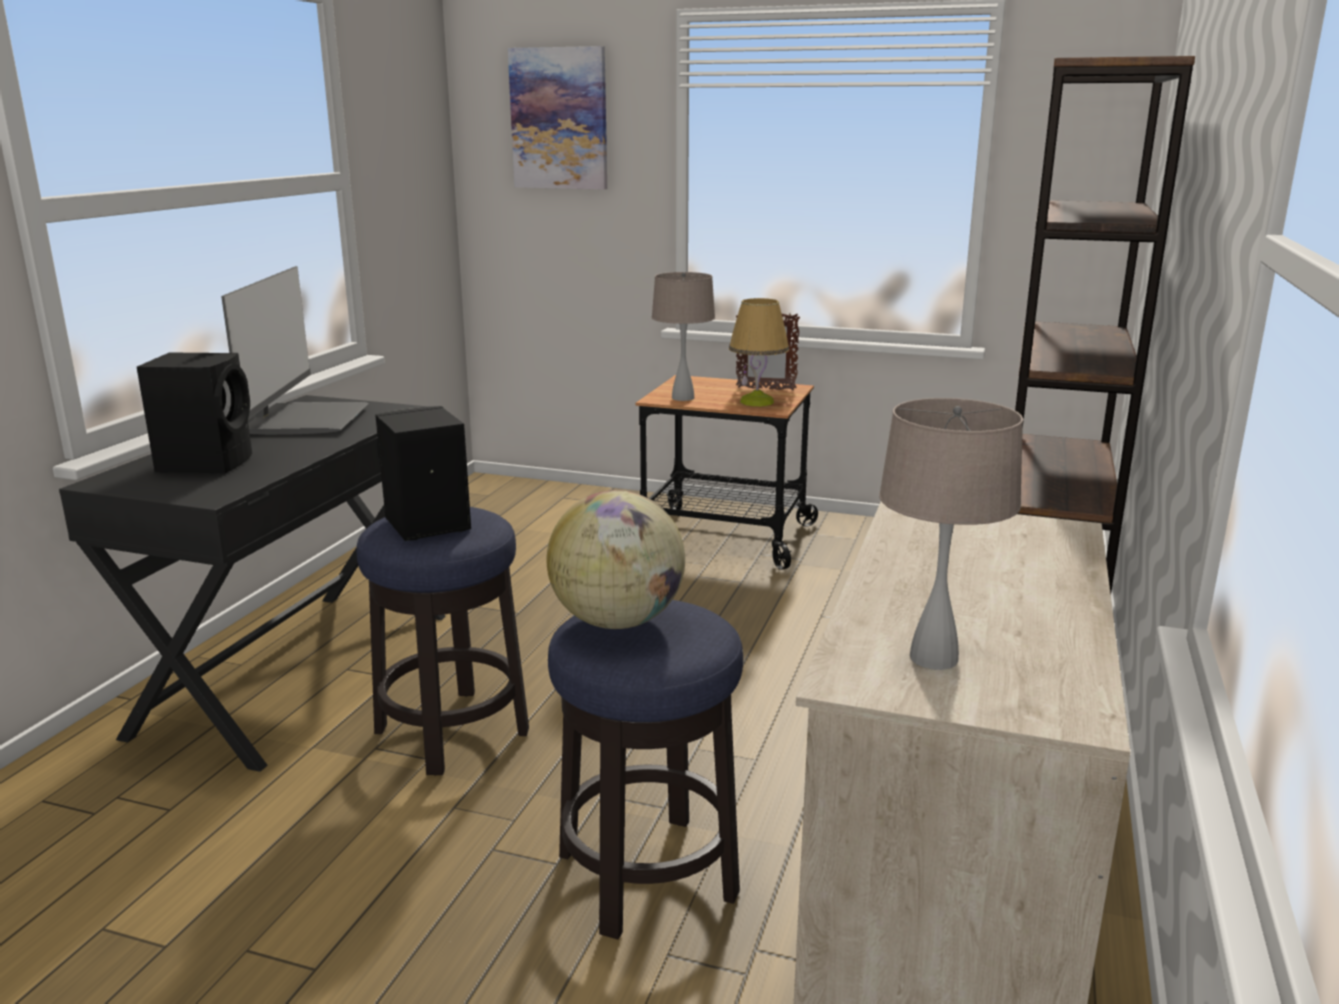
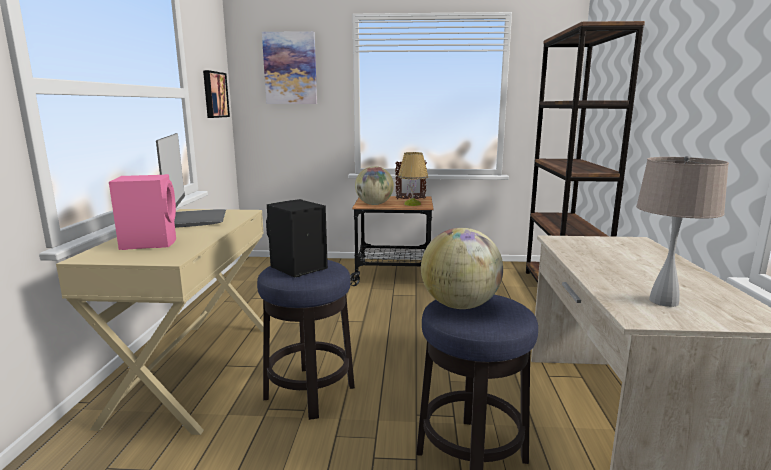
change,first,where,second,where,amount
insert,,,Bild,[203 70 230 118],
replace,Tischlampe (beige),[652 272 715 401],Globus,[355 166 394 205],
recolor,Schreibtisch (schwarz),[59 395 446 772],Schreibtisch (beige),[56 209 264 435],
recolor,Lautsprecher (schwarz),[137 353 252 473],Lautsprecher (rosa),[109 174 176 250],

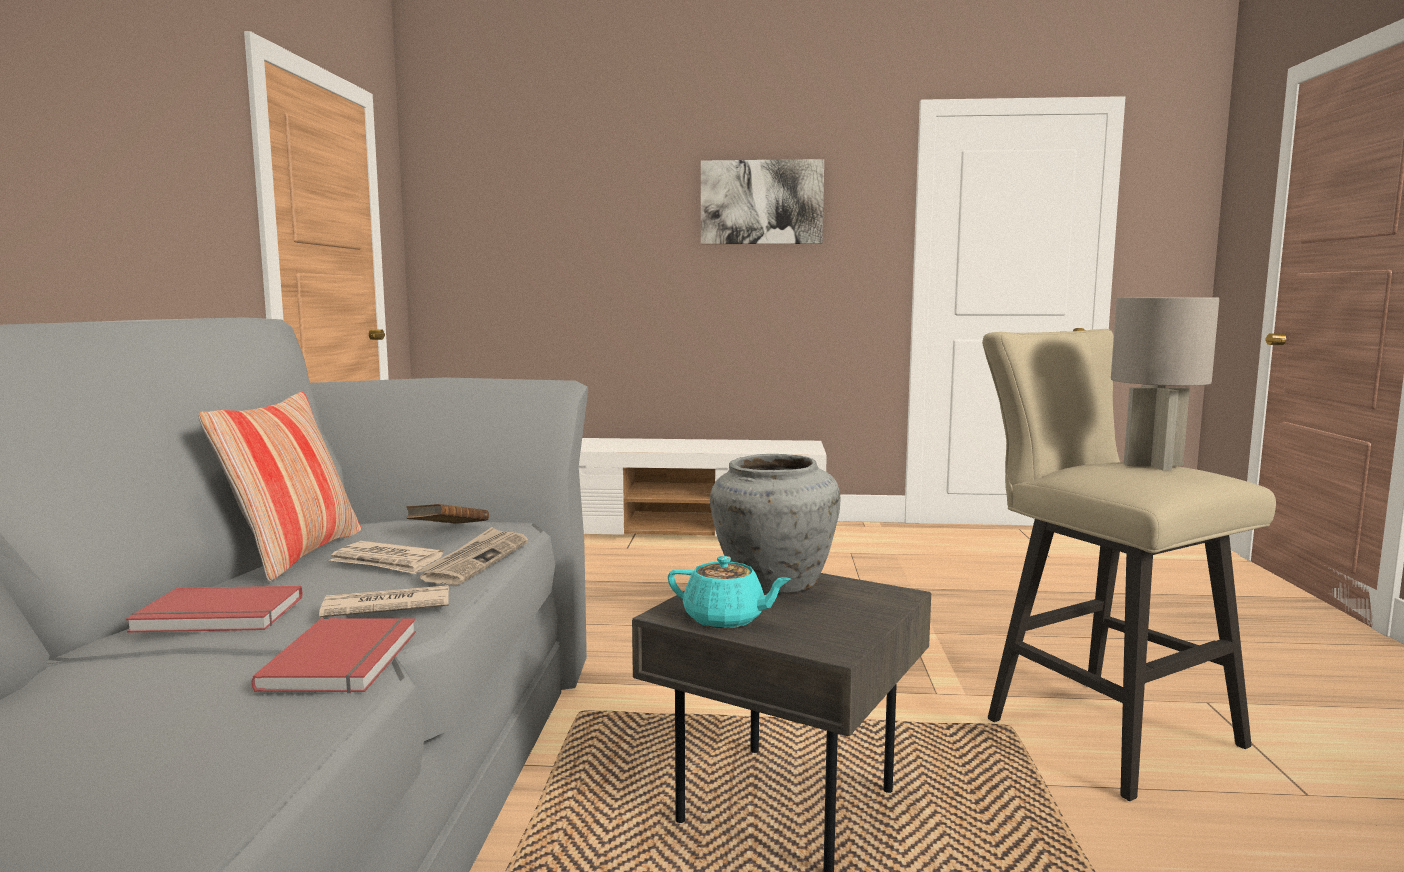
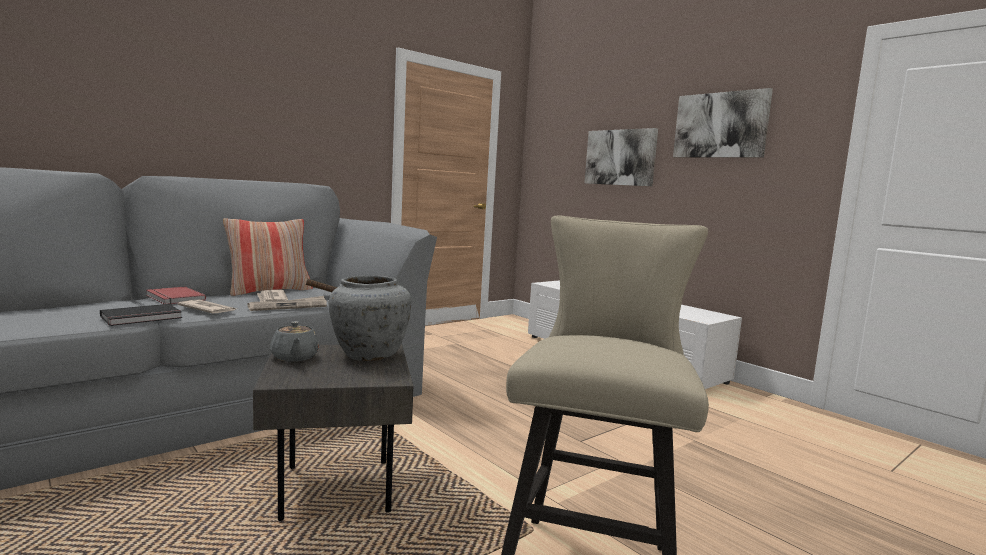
change,first,where,second,where,amount
delete,Tischlampe (grau),[1111 297 1219 471],,,
insert,,,Bild,[584 128 658 186],
recolor,Buch (rot),[251 617 416 693],Buch (schwarz),[100 304 182 326],
recolor,Teekanne (türkis),[668 556 791 628],Teekanne (grau),[270 321 319 361],

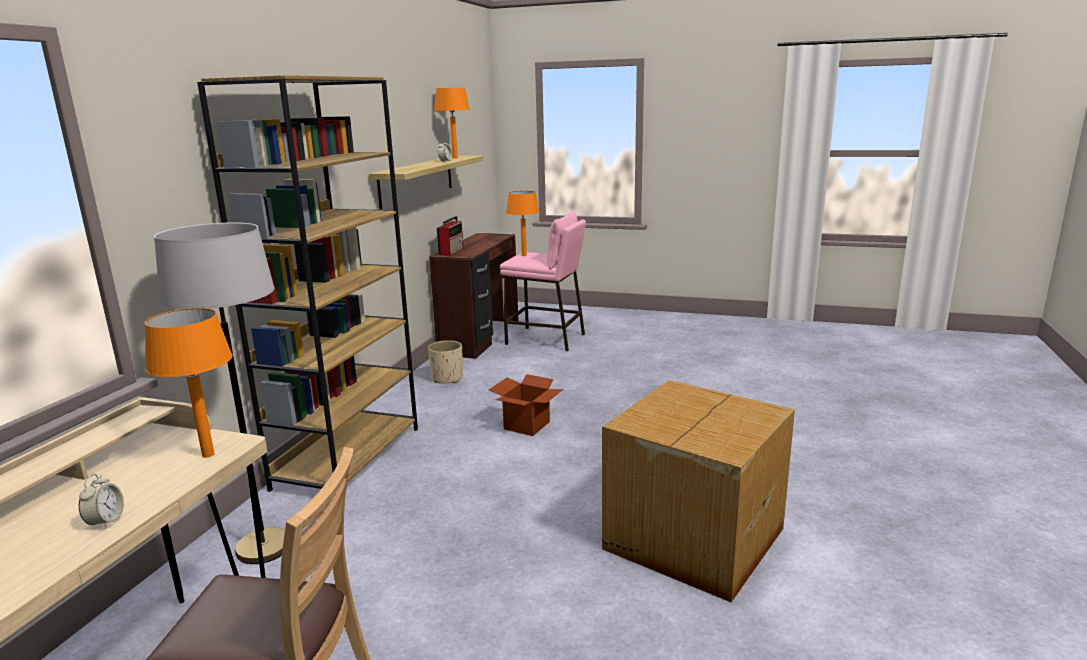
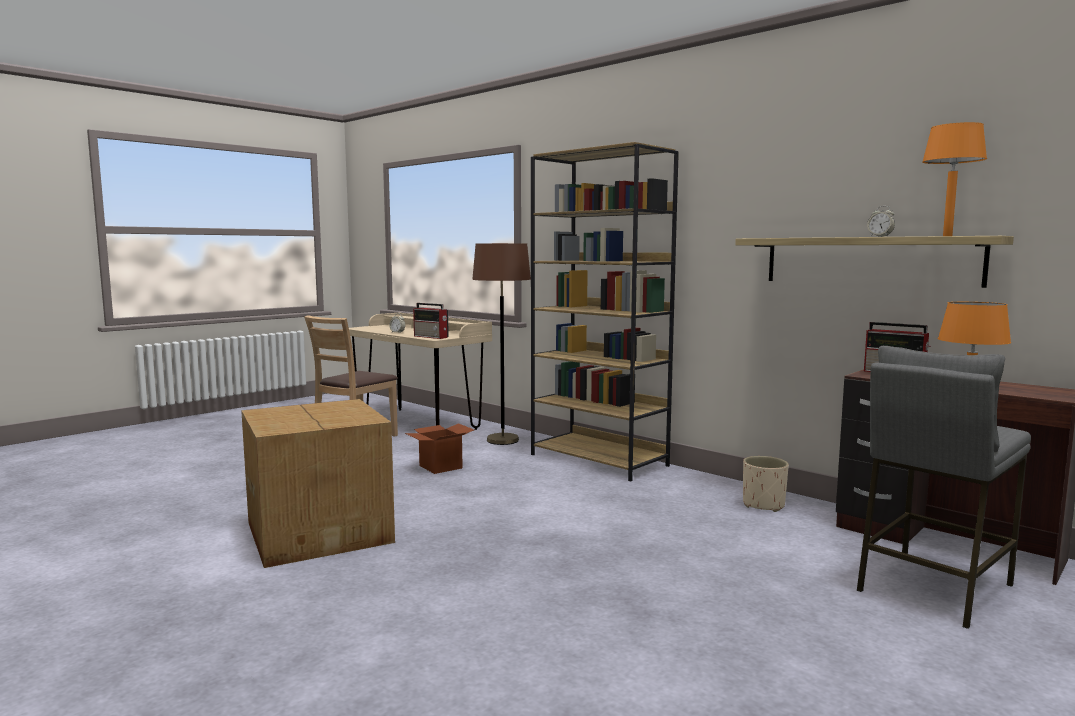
change,first,where,second,where,amount
move,Karton,[489 374 563 436],,[405 423 474 474],
replace,Tischlampe (orange),[144 308 233 458],Radio,[413 303 449 339],
recolor,Stehlampe (grau),[154 222 285 564],Stehlampe (braun),[472 243 531 445],
recolor,Hocker (rosa),[500 210 586 351],Hocker (grau),[857 346 1031 629],

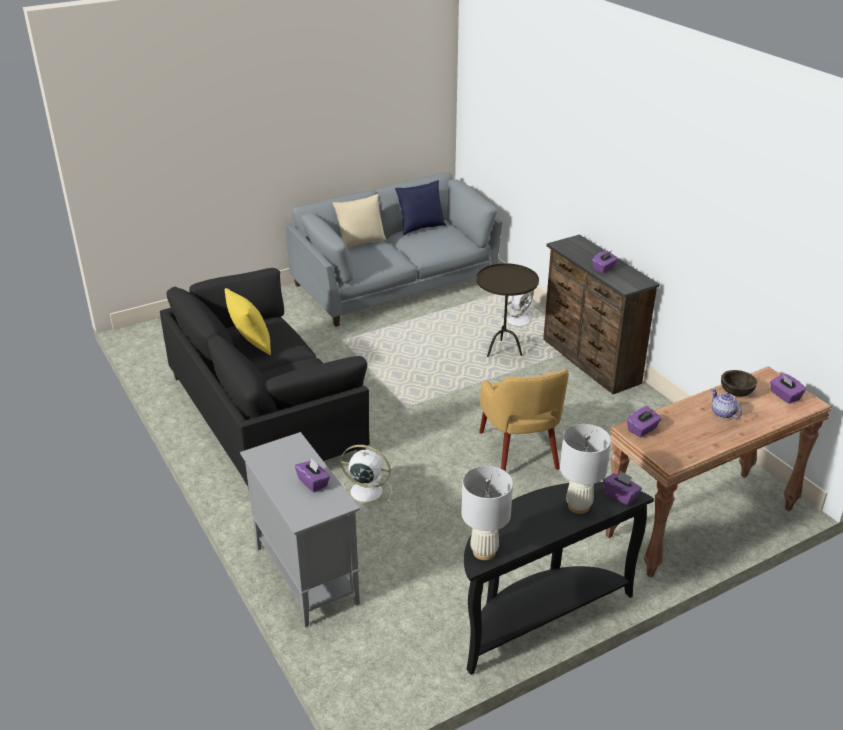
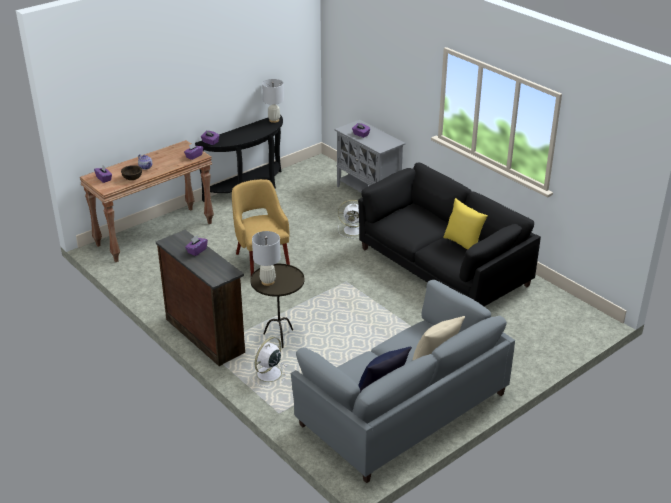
change,first,where,second,where,amount
move,Tischlampe (weiß),[560 424 611 514],,[252 231 281 286],

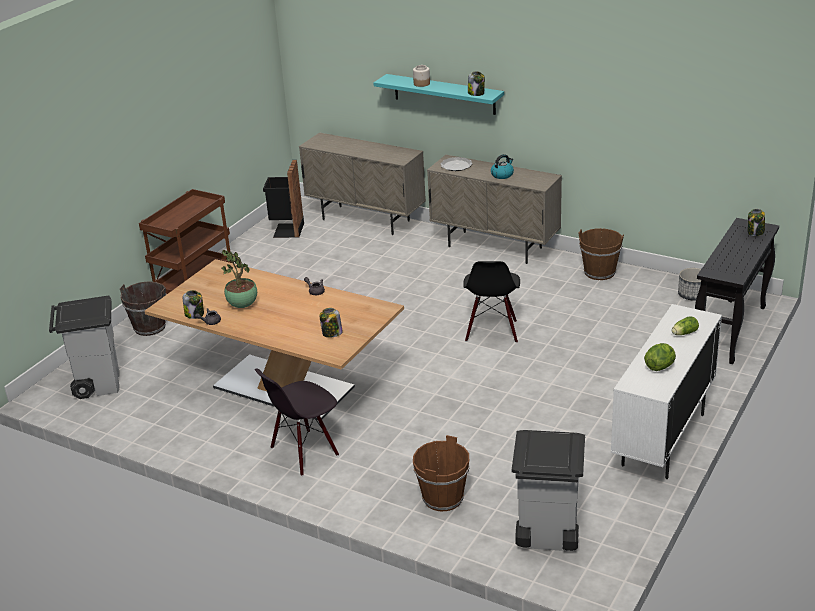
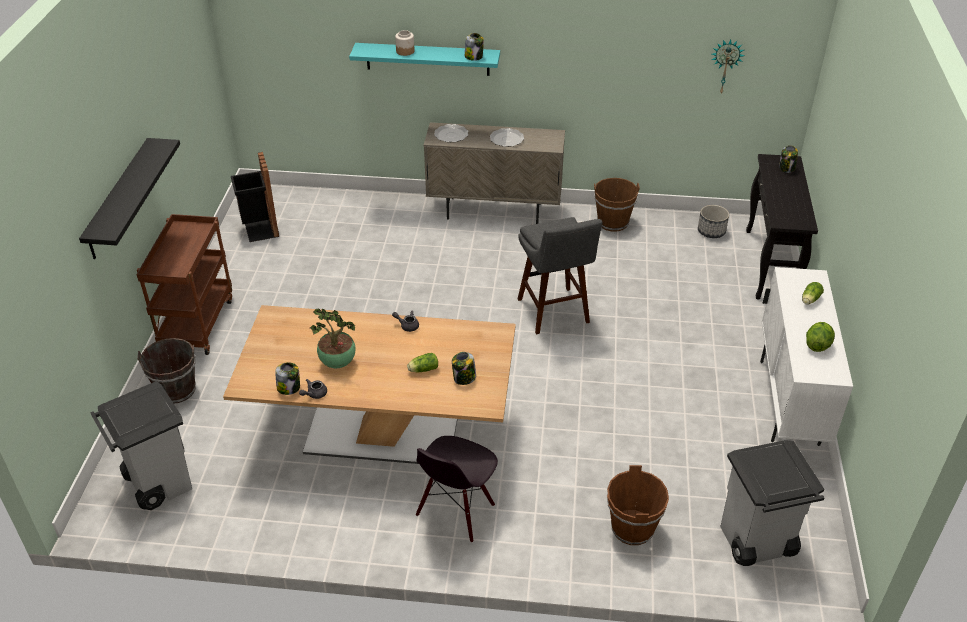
change,first,where,second,where,amount
delete,Schrank (beige),[299 132 426 235],,,
insert,,,Wandregal (schwarz),[79 138 180 259],
insert,,,Salatkopf,[407 353 438 372],
insert,,,Wanduhr,[712 39 745 93],
replace,Stuhl (schwarz),[463 261 520 343],Hocker (grau),[518 217 602 335],
replace,Wasserkessel,[491 154 514 179],Teller,[490 128 524 147],

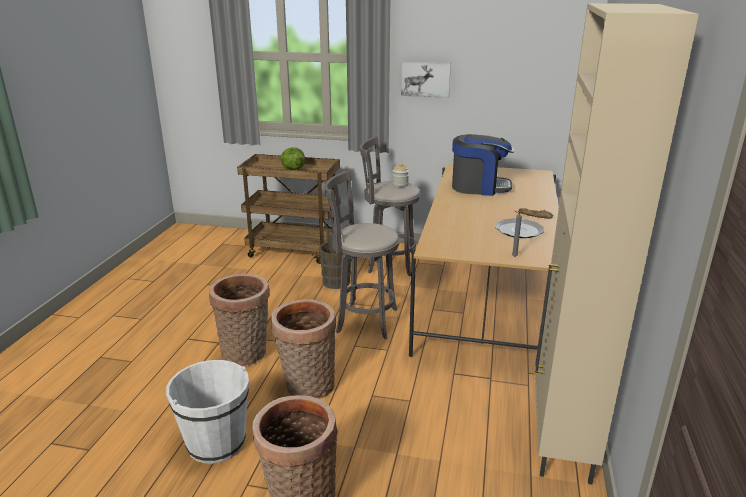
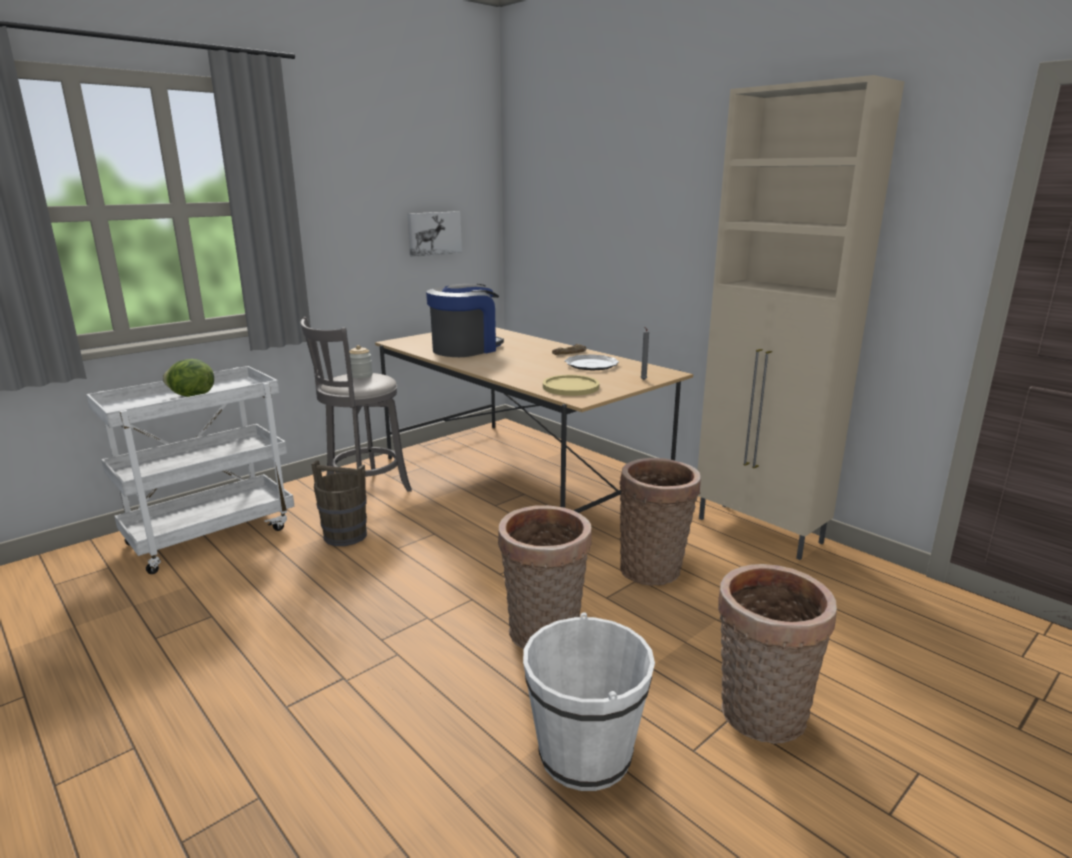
change,first,where,second,where,amount
delete,Hocker (grau),[324 170 399 339],,,
insert,,,Teller (gelb),[543 375 599 396],
move,Korb,[209 274 270 366],,[619 458 701 586],
move,Bild,[401 62 451 98],,[407 211 462 257],
recolor,Rollwagen (braun),[237 154 341 264],Rollwagen (weiß),[86 366 295 574],

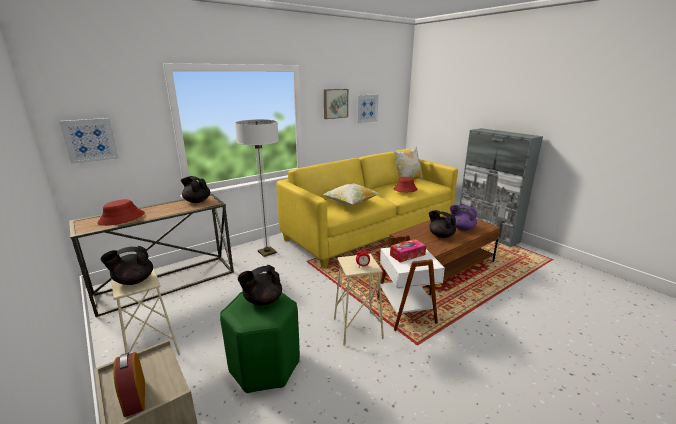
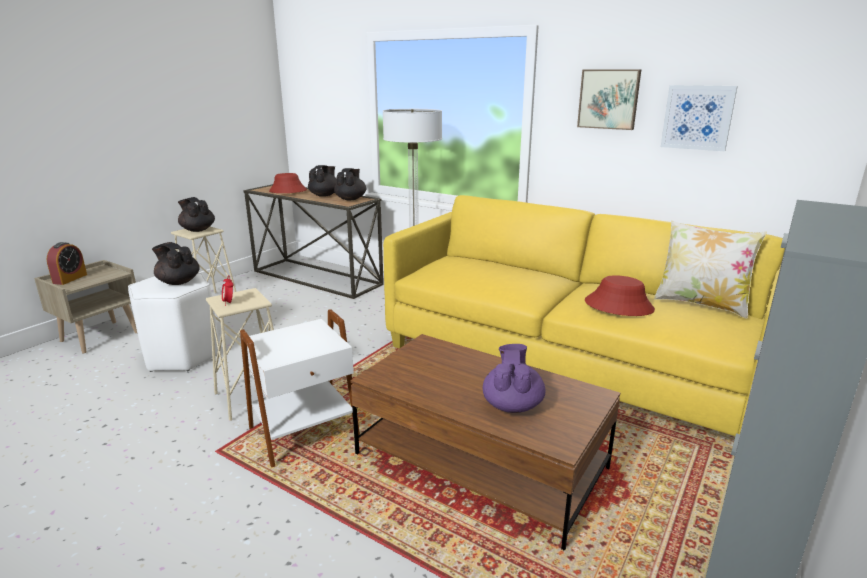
change,first,where,second,where,amount
delete,Bild,[59 118 119 164],,,
delete,Kissen,[323 184 379 205],,,
delete,Taschentuchbox,[390 239 426 263],,,
move,Teekanne (schwarz),[428 210 456 238],,[308 165 337 197],
recolor,Hocker (grün),[220 292 300 393],Hocker (weiß),[128 273 219 372],
rotate,Wecker,[113 352 145 417],,[47 242 87 285],150 degrees clockwise

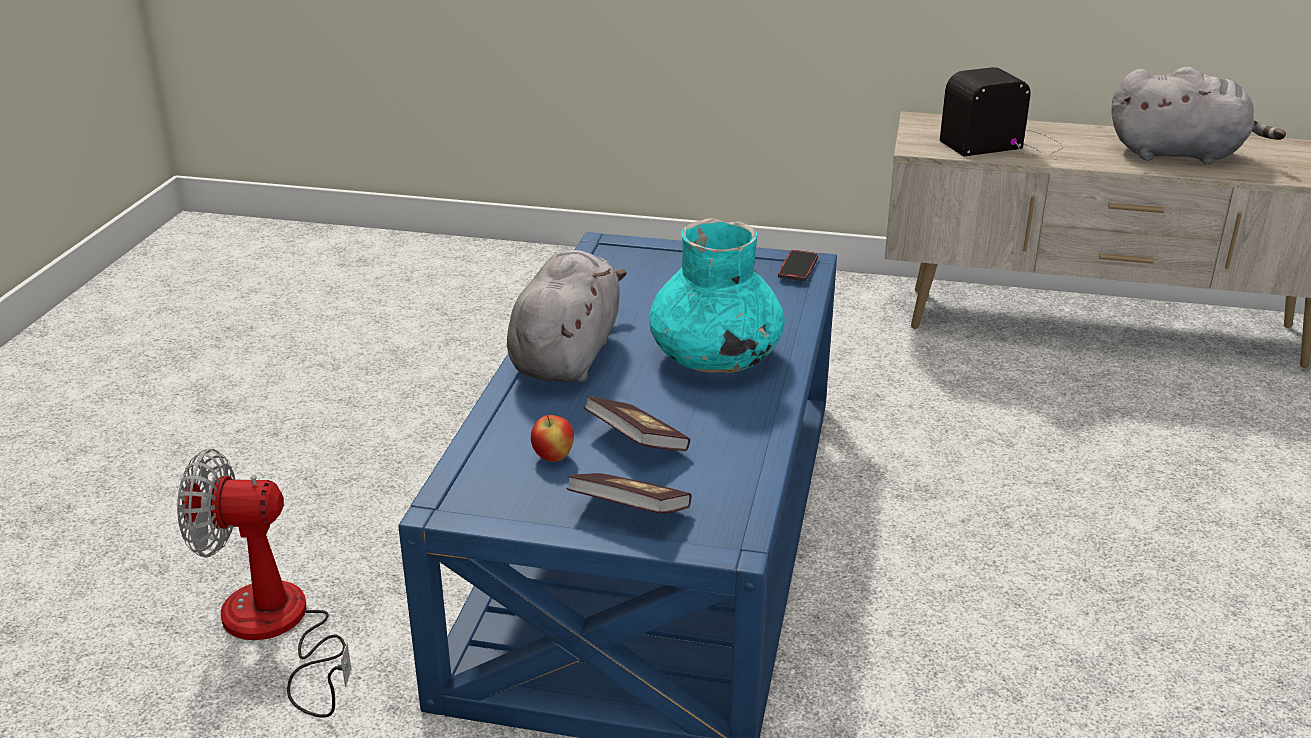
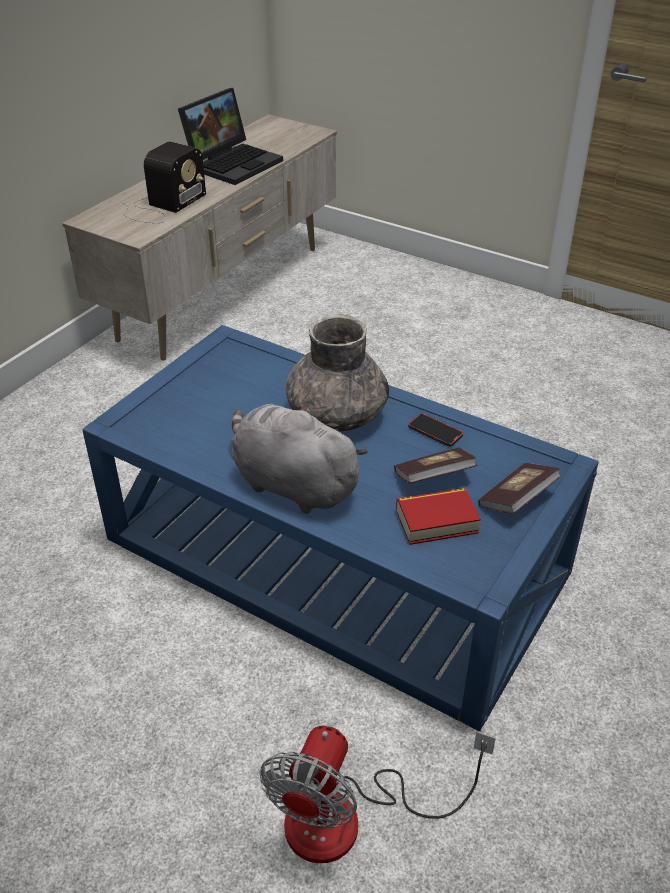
change,first,where,second,where,amount
move,Handy,[778 250 818 281],,[408 413 463 447],
replace,Apfel,[531 415 574 462],Buch,[396 488 481 545],
replace,Plüschtier (grau),[1111 67 1286 164],Laptop,[178 88 283 185],
recolor,Vase (türkis),[649 219 785 373],Vase (grau),[286 314 389 432],
rotate,Radio,[940 67 1063 160],,[121 141 206 223],150 degrees counterclockwise

